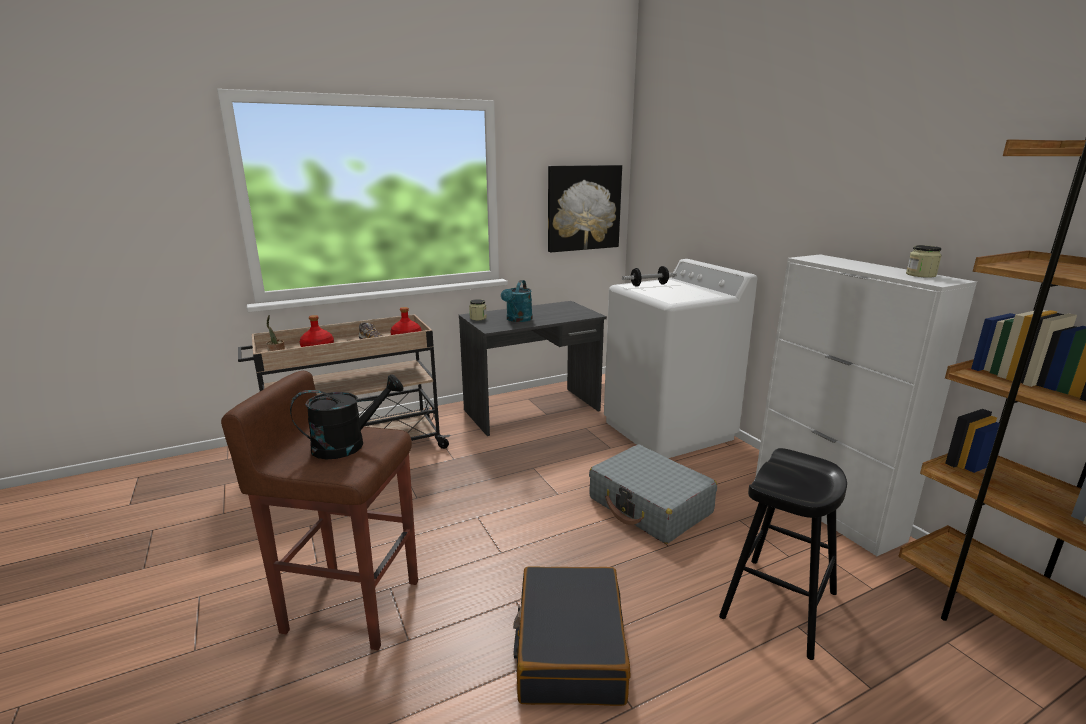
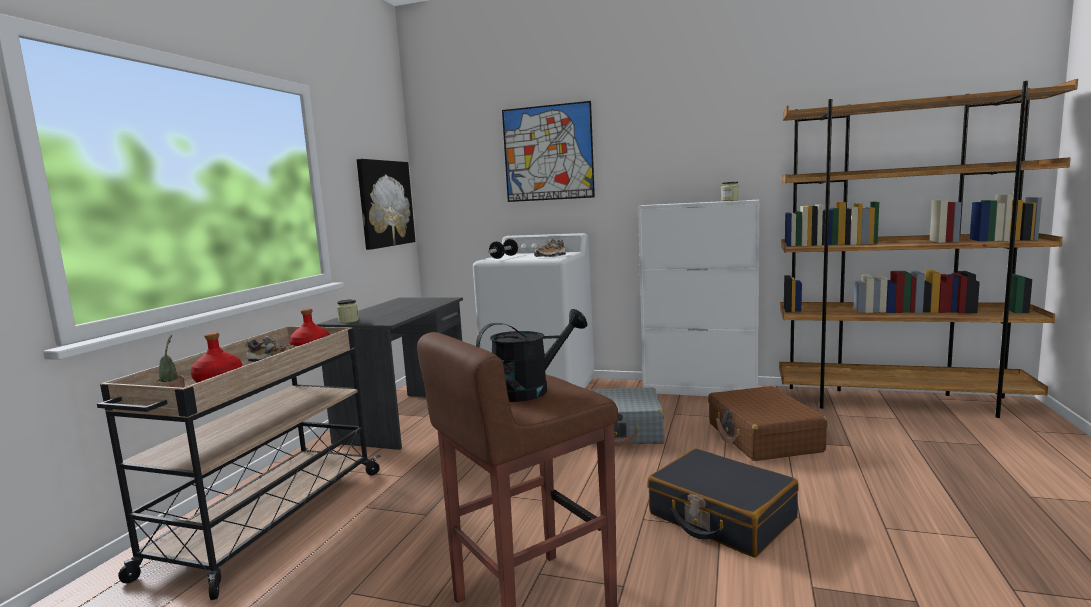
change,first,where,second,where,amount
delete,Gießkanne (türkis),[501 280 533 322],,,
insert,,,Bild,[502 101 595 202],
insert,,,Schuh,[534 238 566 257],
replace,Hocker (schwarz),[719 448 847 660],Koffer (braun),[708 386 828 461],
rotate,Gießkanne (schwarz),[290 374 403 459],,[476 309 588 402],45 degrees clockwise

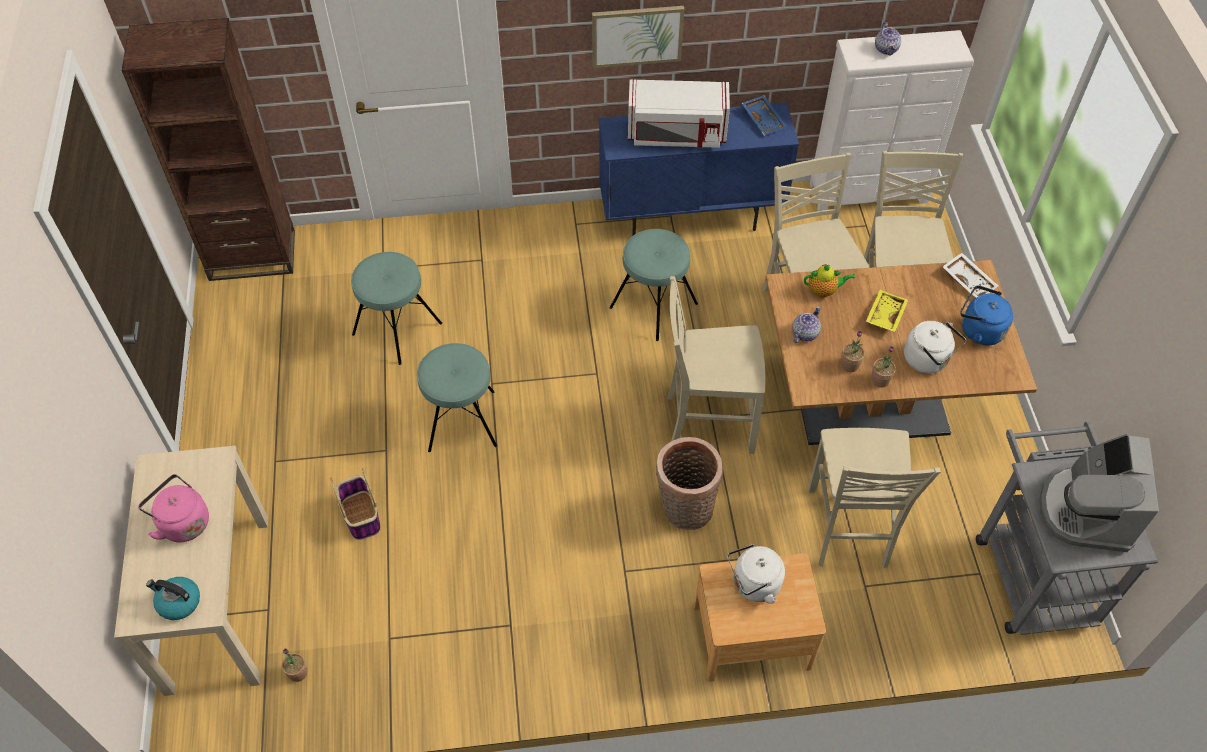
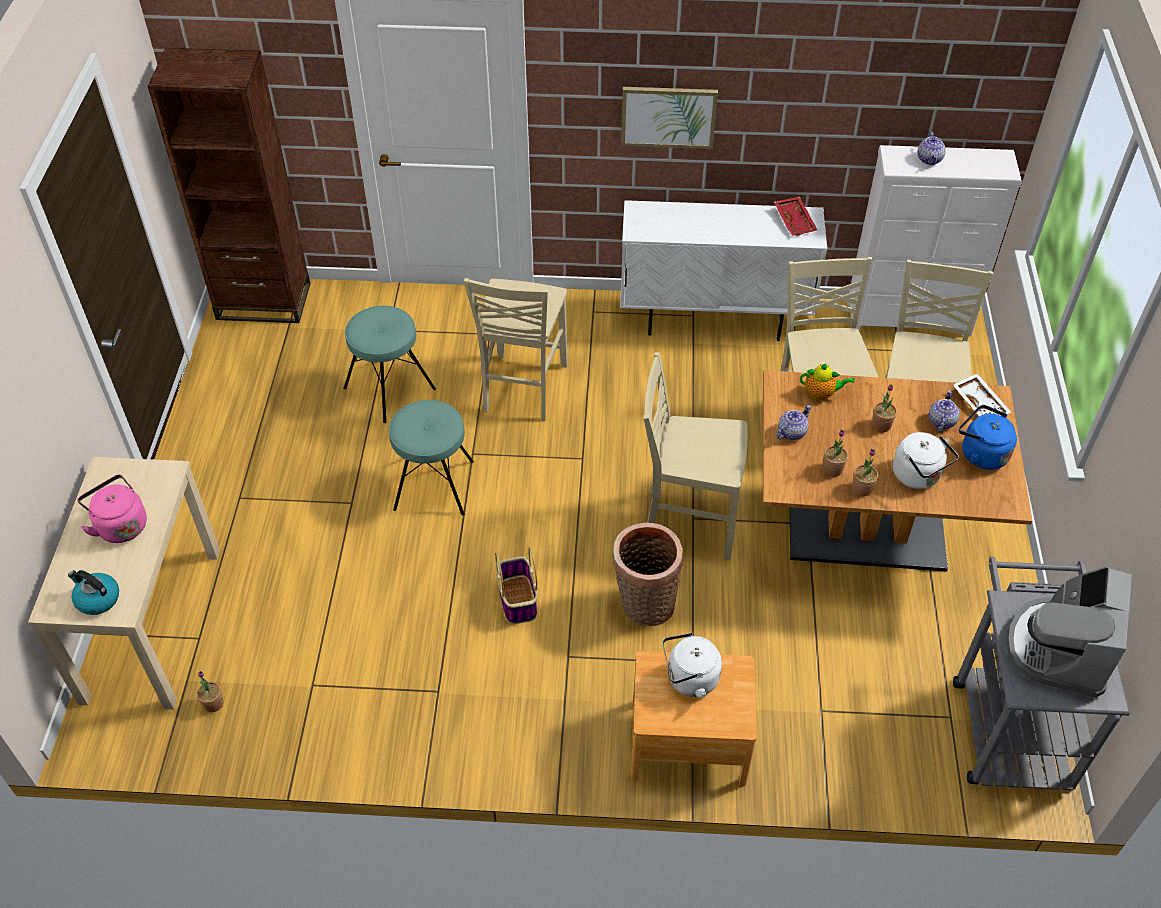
change,first,where,second,where,amount
delete,Hocker (türkis),[610 229 698 341],,,
delete,Mikrowelle (weiß),[628 79 730 148],,,
insert,,,Teekanne,[929 390 960 432],
move,Korb,[330 468 381 540],,[495 547 537 624],
move,Stuhl (beige),[808 428 941 568],,[464 278 568 421],
replace,Tablett (gelb),[866 290 908 332],Topfpflanze,[872 384 897 432],
recolor,Schrank (blau),[599 103 799 236],Schrank (weiß),[620 200 827 341],
recolor,Tablett (blau),[741 95 787 136],Tablett (rot),[774 196 817 236],

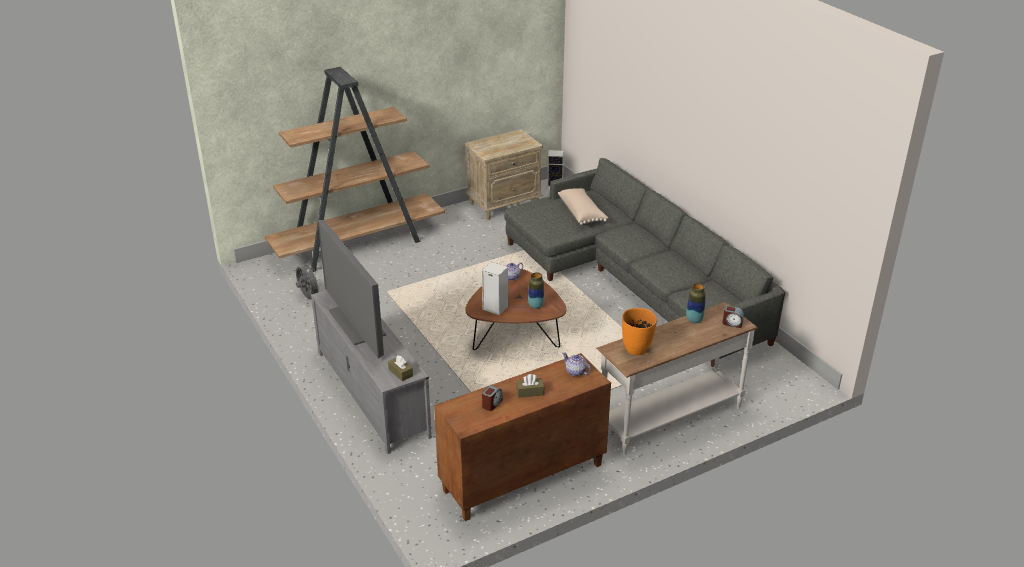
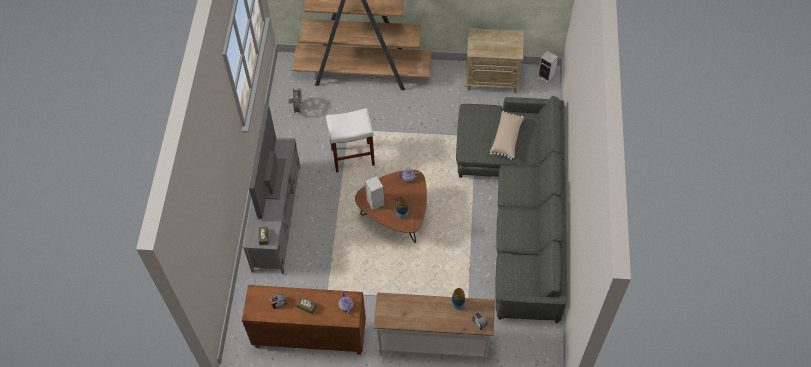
change,first,where,second,where,amount
delete,Vase (orange),[622 308 657 355],,,
insert,,,Hocker (weiß),[326 108 375 173],

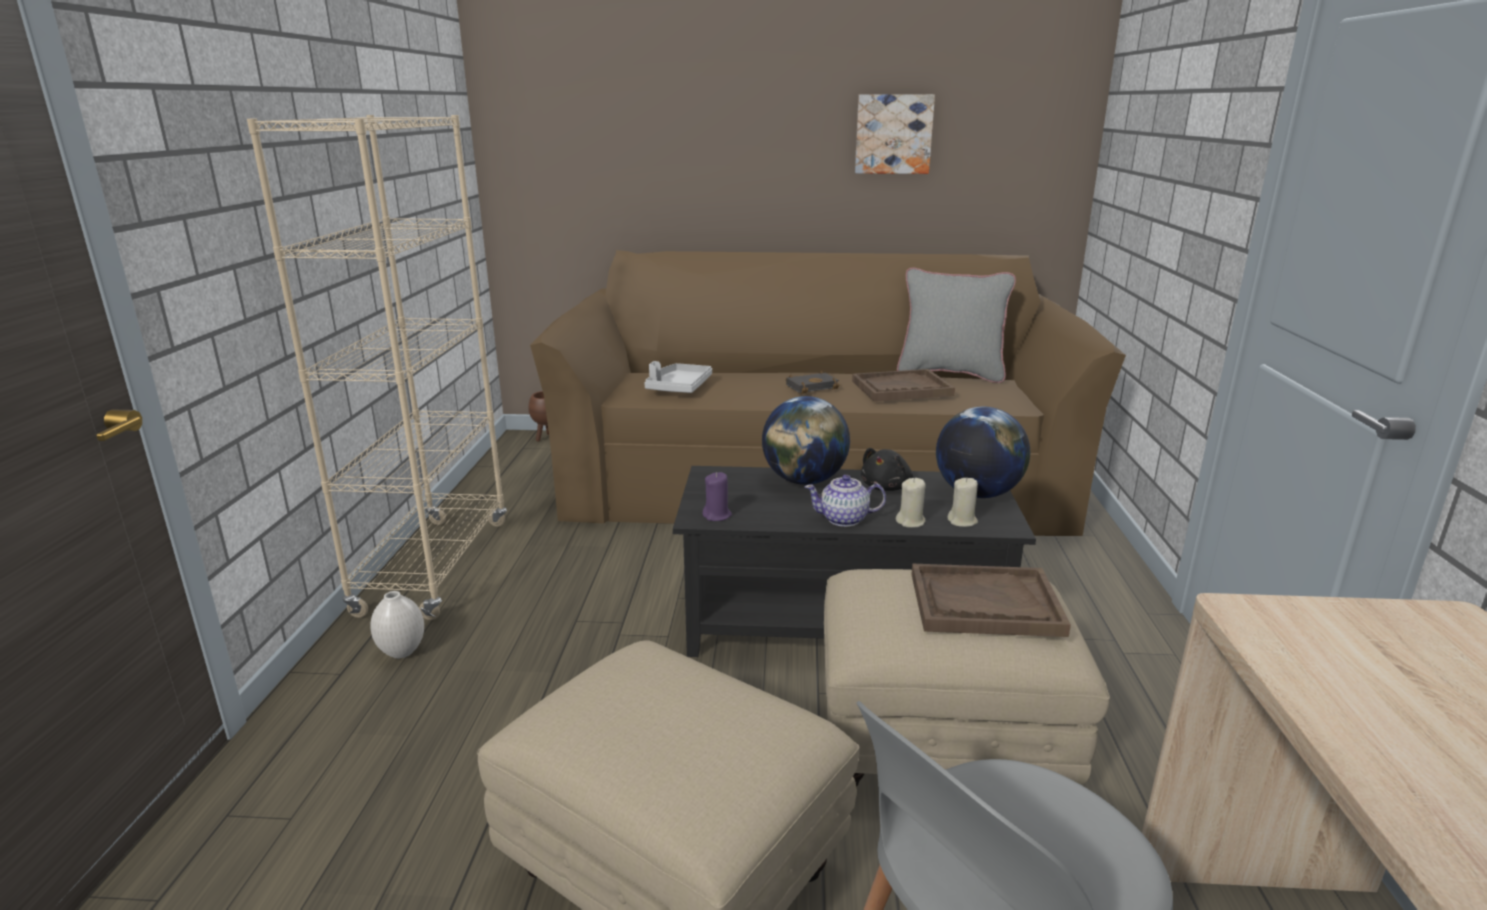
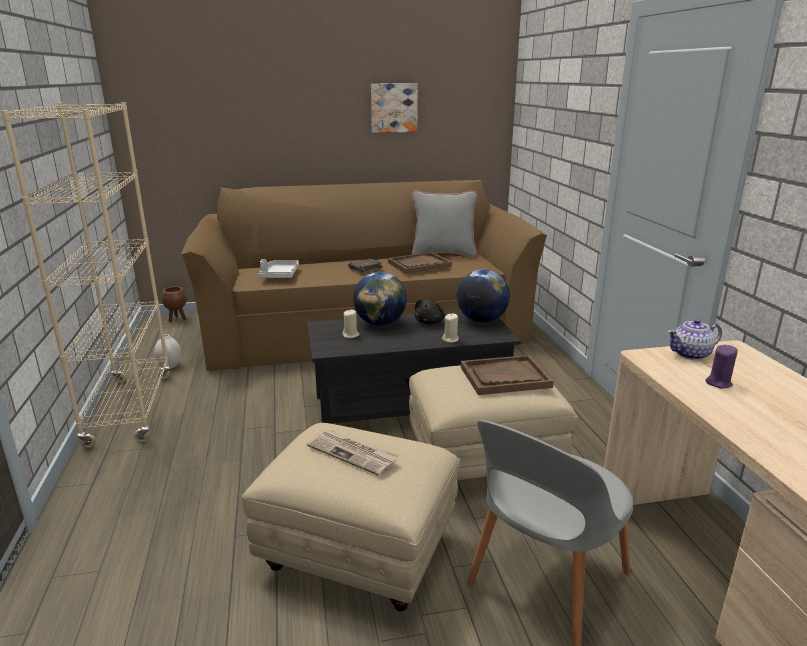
change,first,where,second,where,amount
insert,,,Zeitung,[307 429 399 476],
move,Vase (weiß),[370 591 424 658],,[154 334 181 369],
move,Kerze (lila),[702 472 732 521],,[706 345 738 388],
move,Teekanne,[805 475 886 527],,[667 319 722 360],
move,Kerze (beige),[947 477 978 527],,[342 310 360 338],

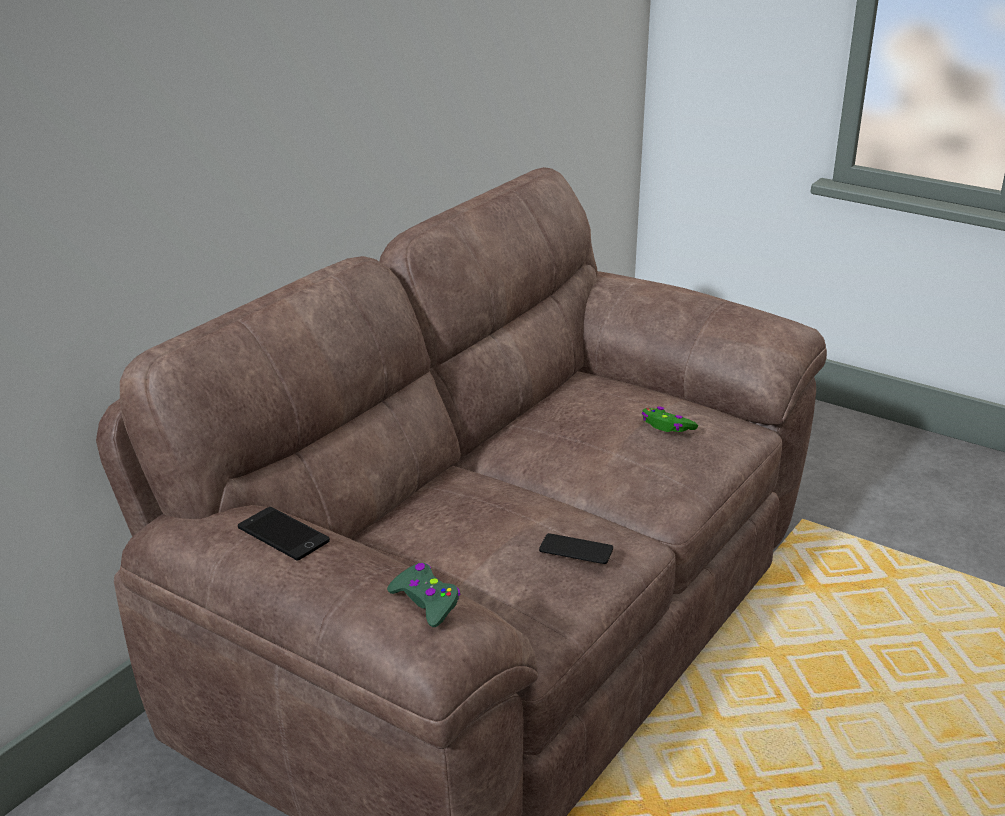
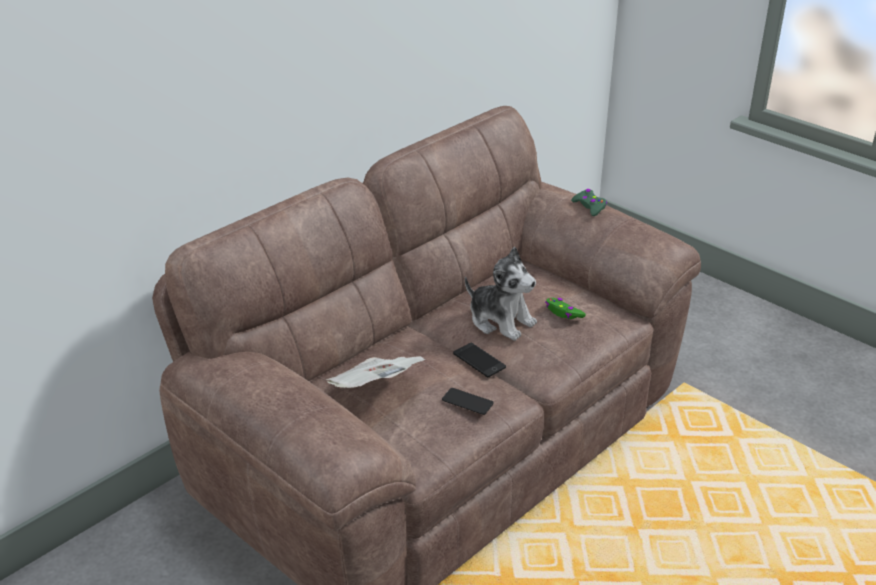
change,first,where,second,where,amount
insert,,,Zeitung,[326 356 425 388],
insert,,,Plüschtier,[465 247 537 341],
move,Handy,[238 507 330 561],,[453 343 506 378],
move,Gamepad (grün),[387 563 460 627],,[571 189 607 216],

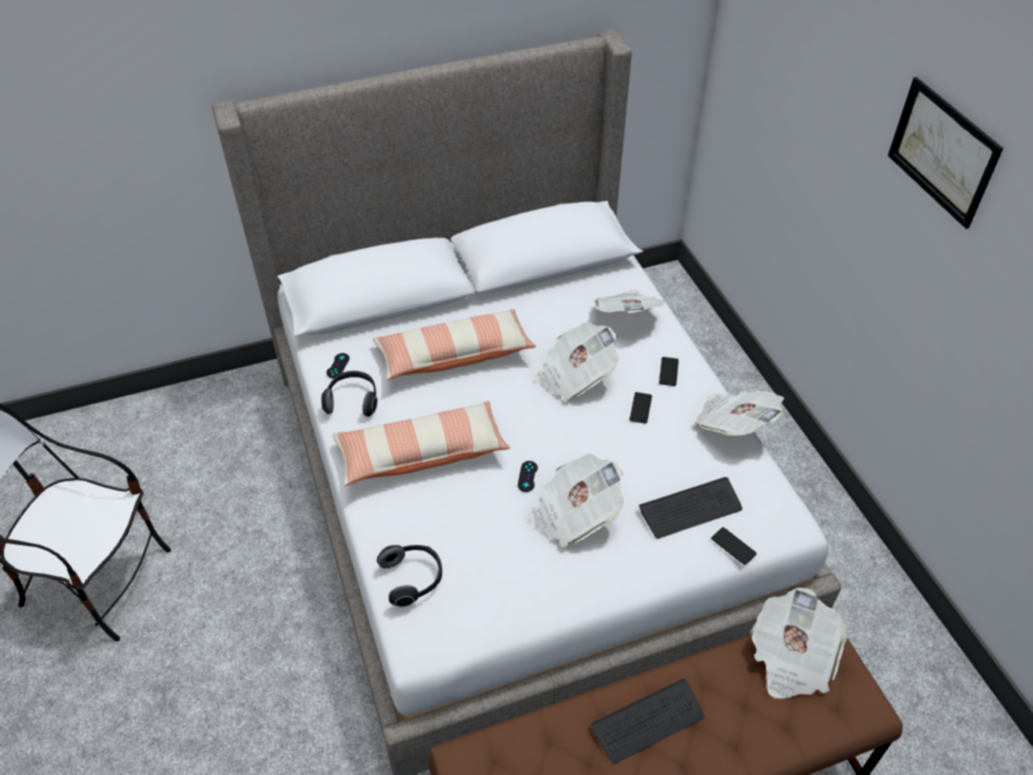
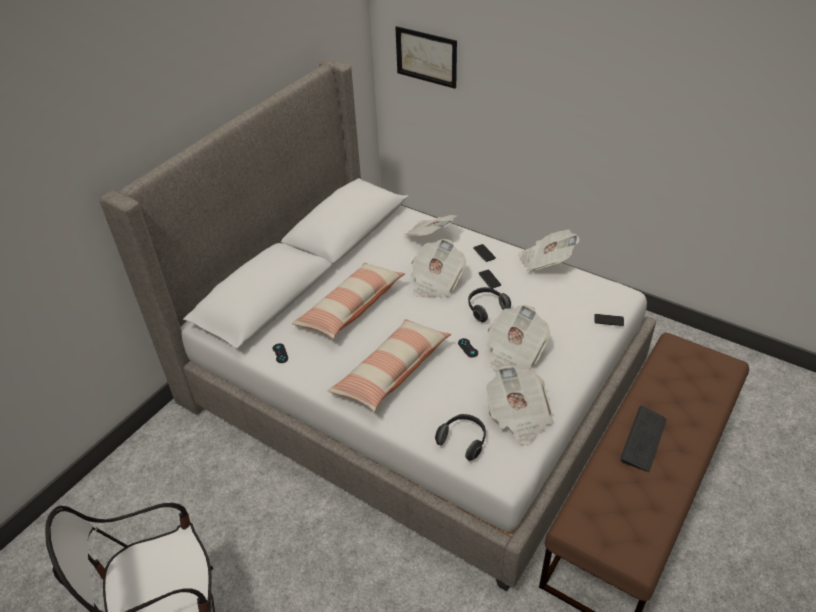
change,first,where,second,where,amount
delete,Tastatur,[639 477 742 539],,,
move,Kopfhörer,[321 371 378 417],,[468 287 511 322],
move,Zeitung,[750 588 847 699],,[486 365 553 445],
move,Bild,[888 77 1003 229],,[395 26 457 89],

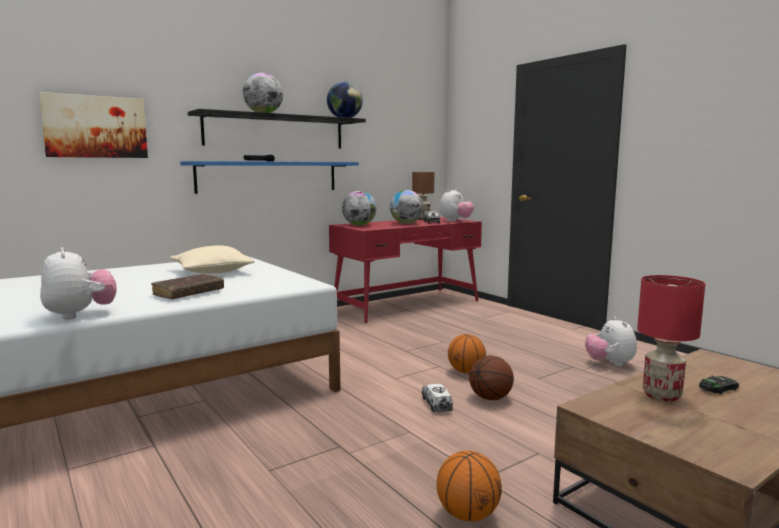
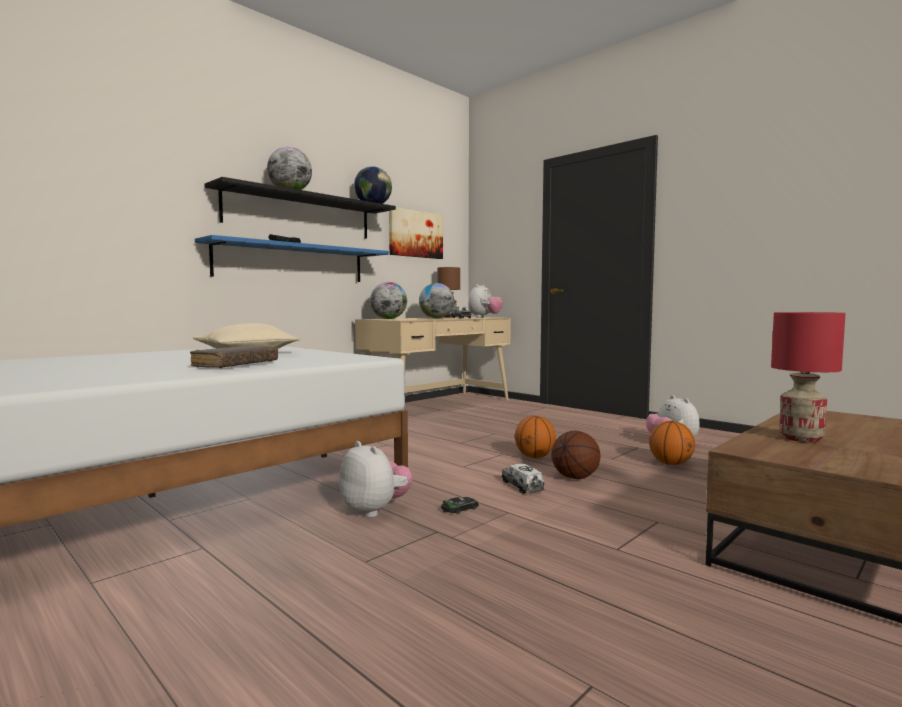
change,first,where,second,where,amount
move,Bild,[39 92 148 158],,[389 207 443 259],
move,Plüschtier,[40 247 117 319],,[339 441 413 518],
move,Basketball,[437 450 502 522],,[649 421 695 465],
move,Spielzeugauto,[699 376 739 394],,[441 497 479 514],
recolor,Schreibtisch (rot),[329 217 482 323],Schreibtisch (beige),[355 317 511 410],

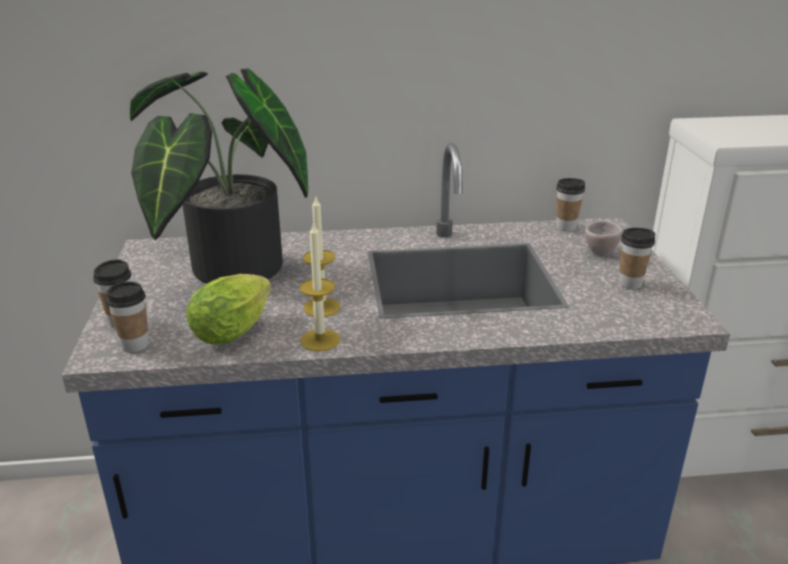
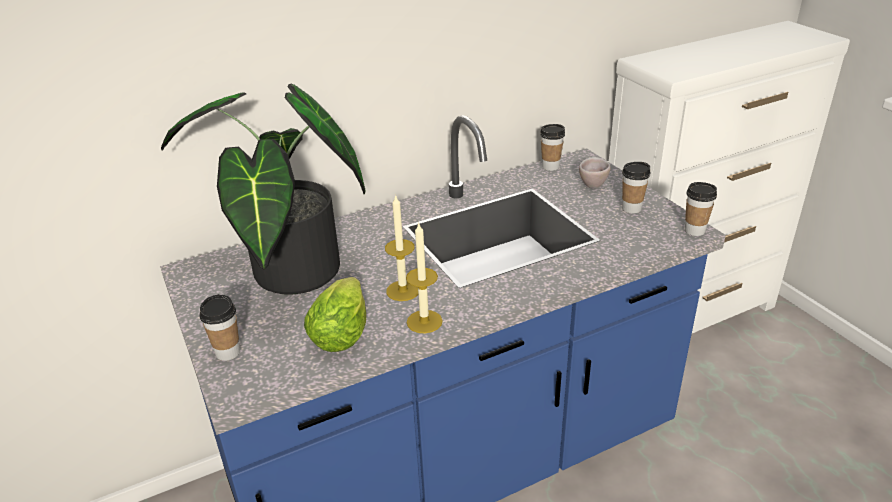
change,first,where,second,where,amount
move,Tasse,[106 281 149 352],,[685 182 717 236],

